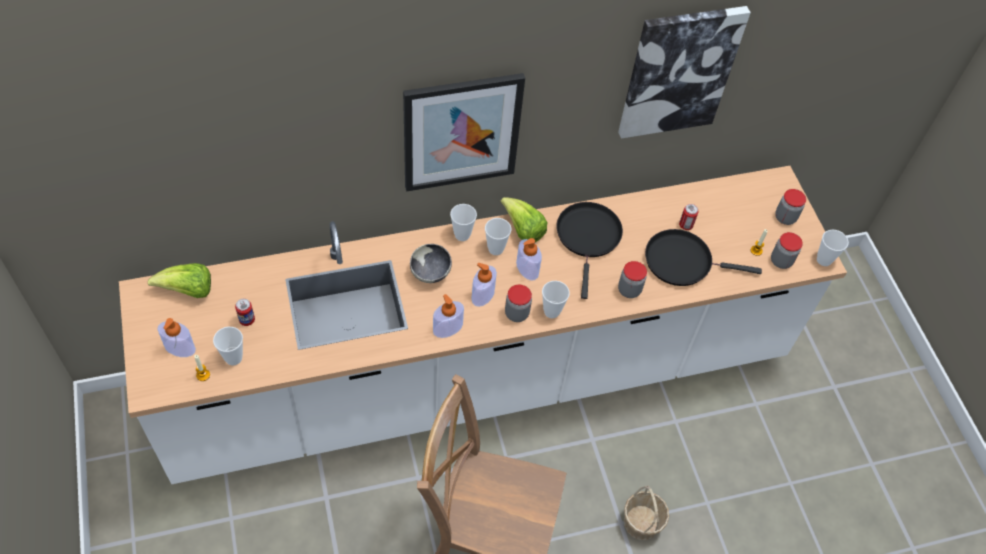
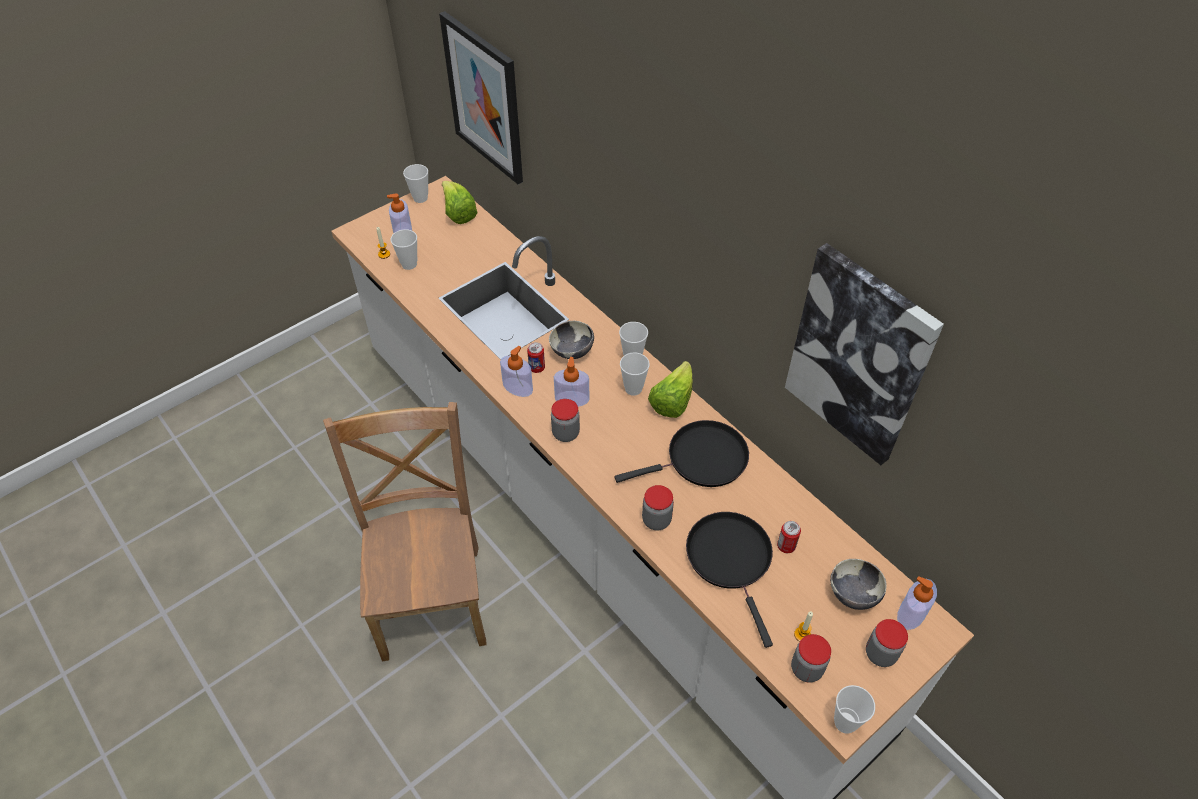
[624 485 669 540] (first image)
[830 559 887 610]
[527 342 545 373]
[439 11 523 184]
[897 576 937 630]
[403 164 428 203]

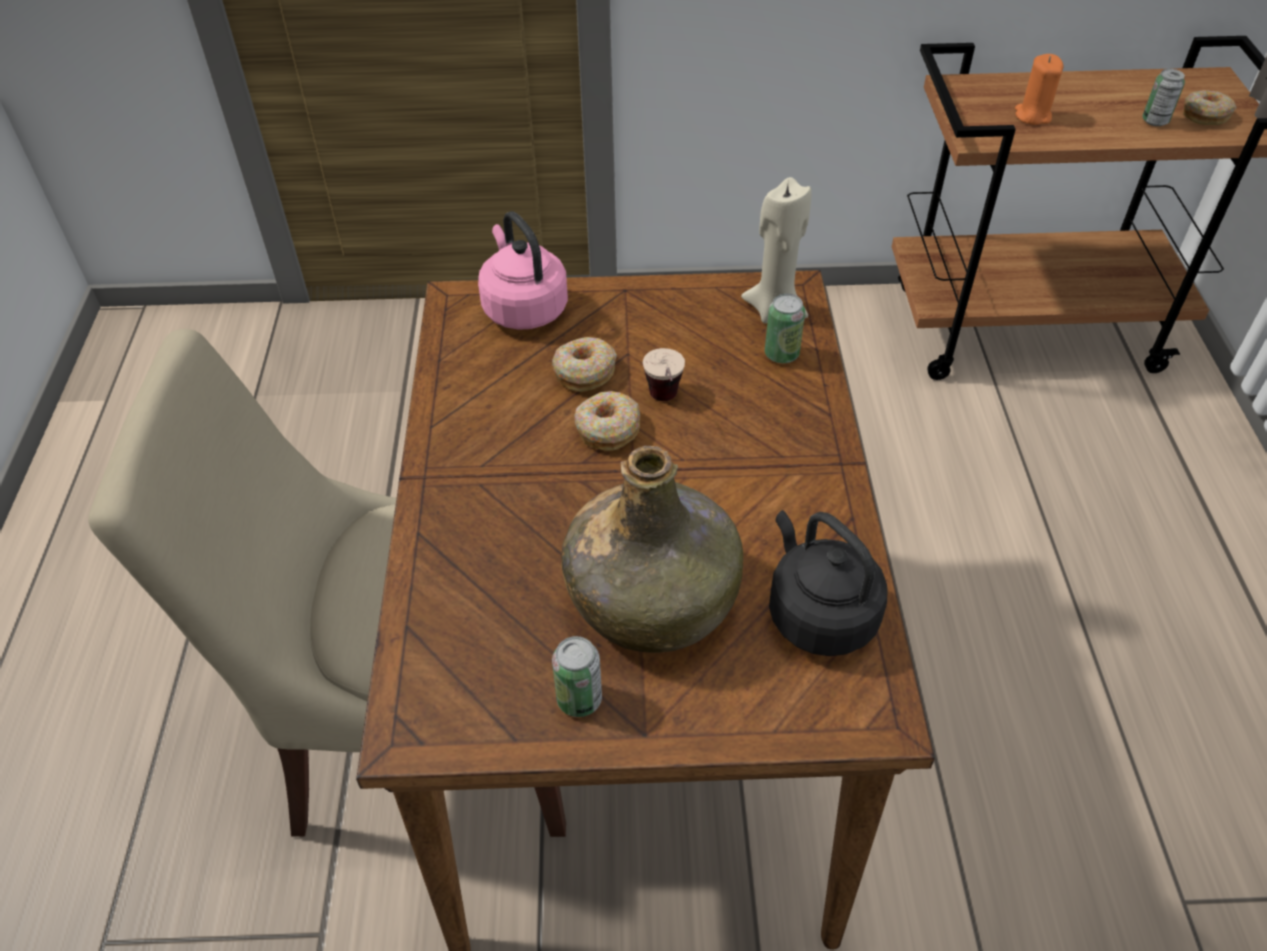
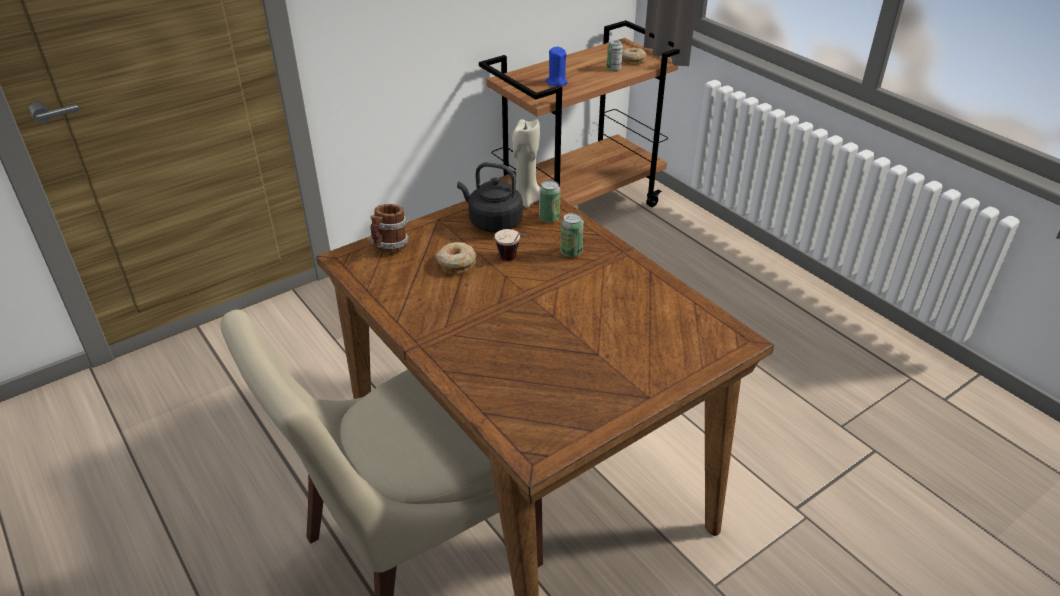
[561 446 743 653] (first image)
[575 391 640 451] (first image)
[560 213 584 257]
[457 162 523 233]
[370 204 409 252]
[545 47 568 86]

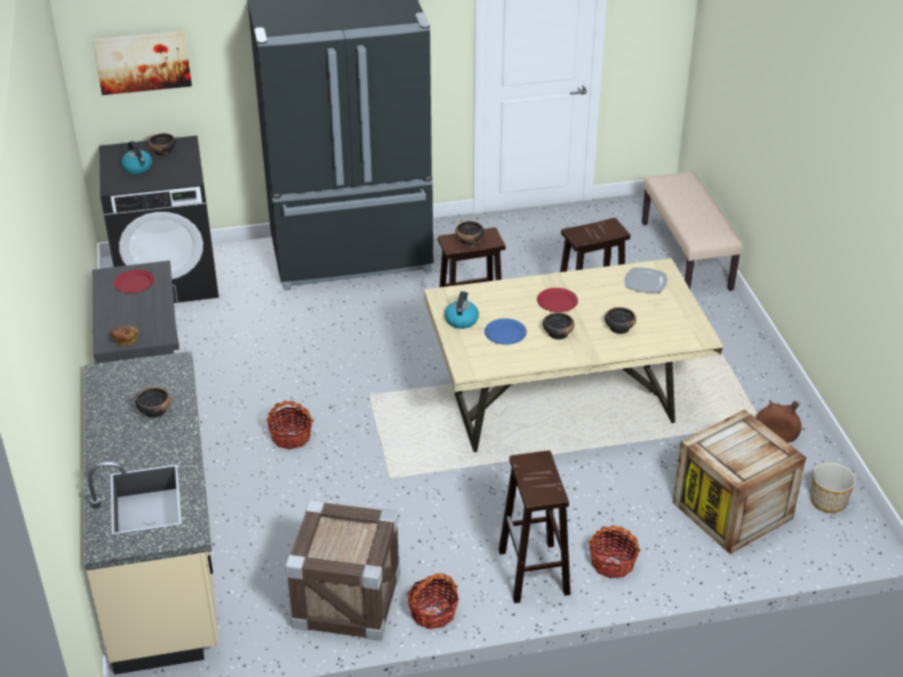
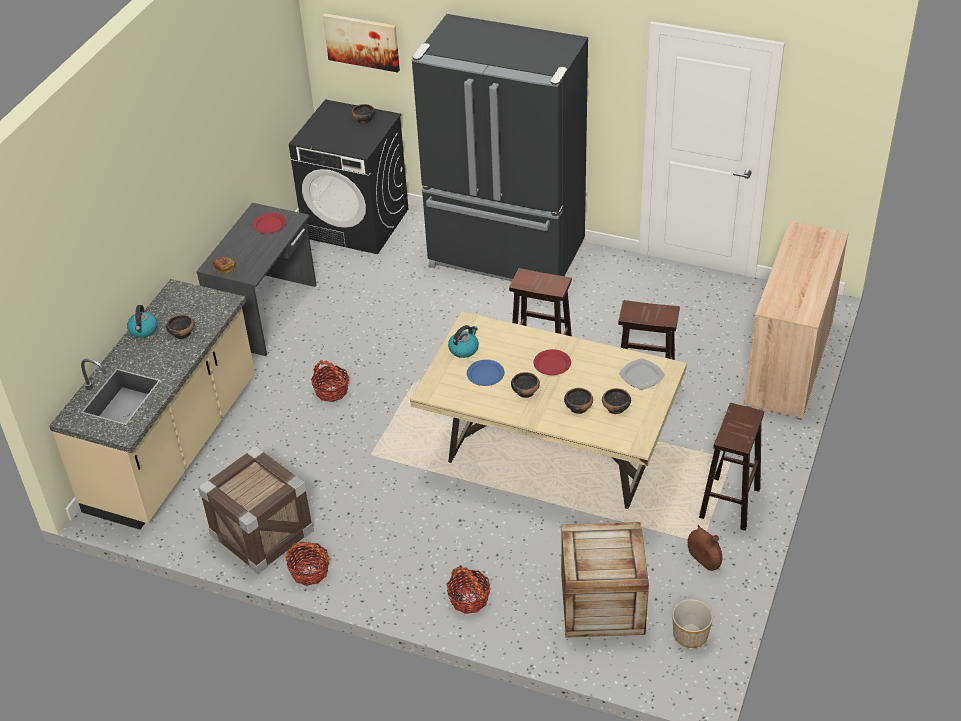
[127 305 158 338]
[602 388 631 414]
[699 403 764 531]
[744 221 849 420]

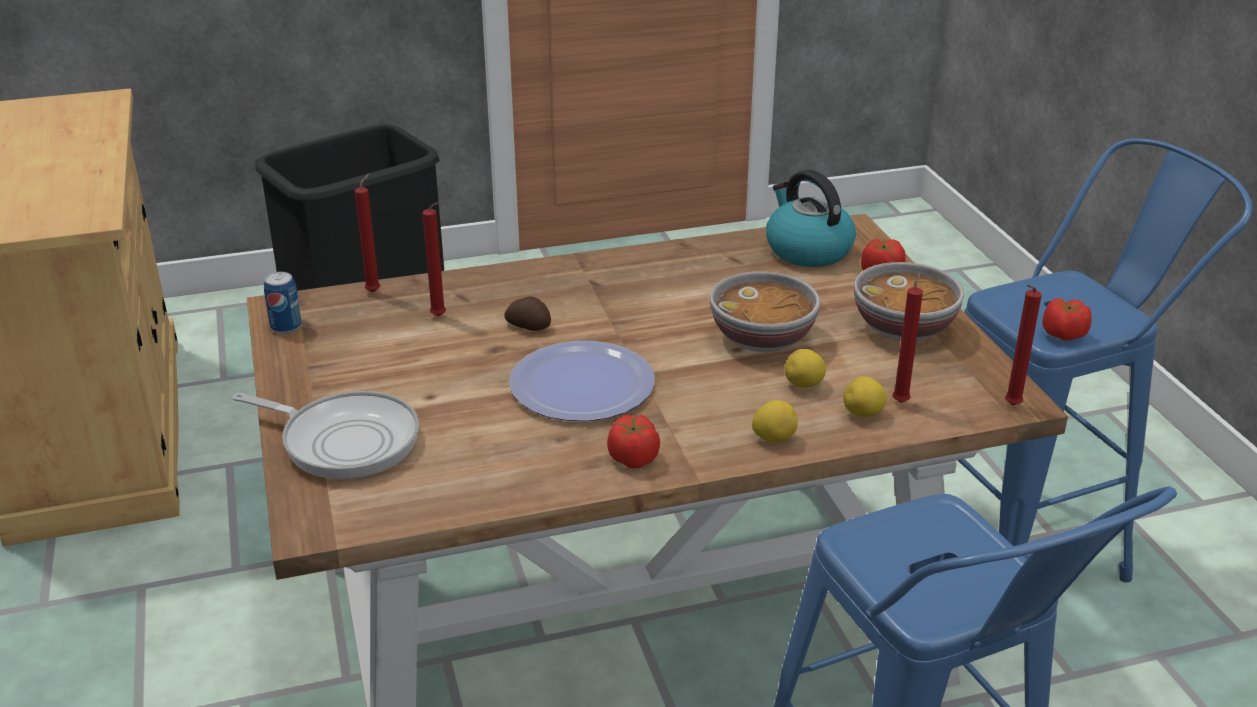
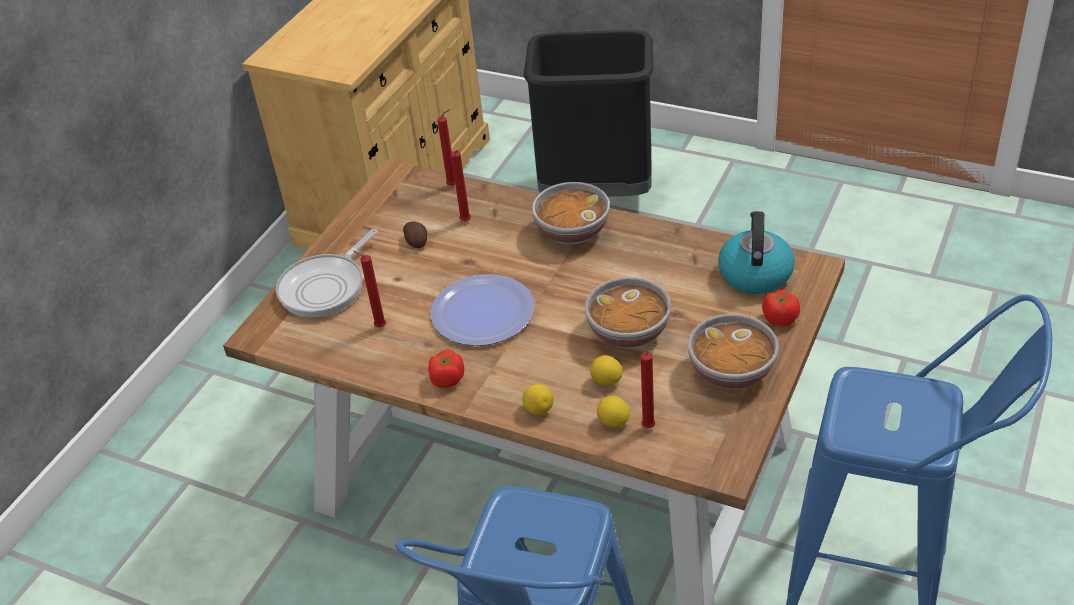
[264 272 302 334] (first image)
[1042 298 1092 341] (first image)
[532 182 610 244]
[403 221 427 248]
[353 251 386 327]
[276 229 378 317]

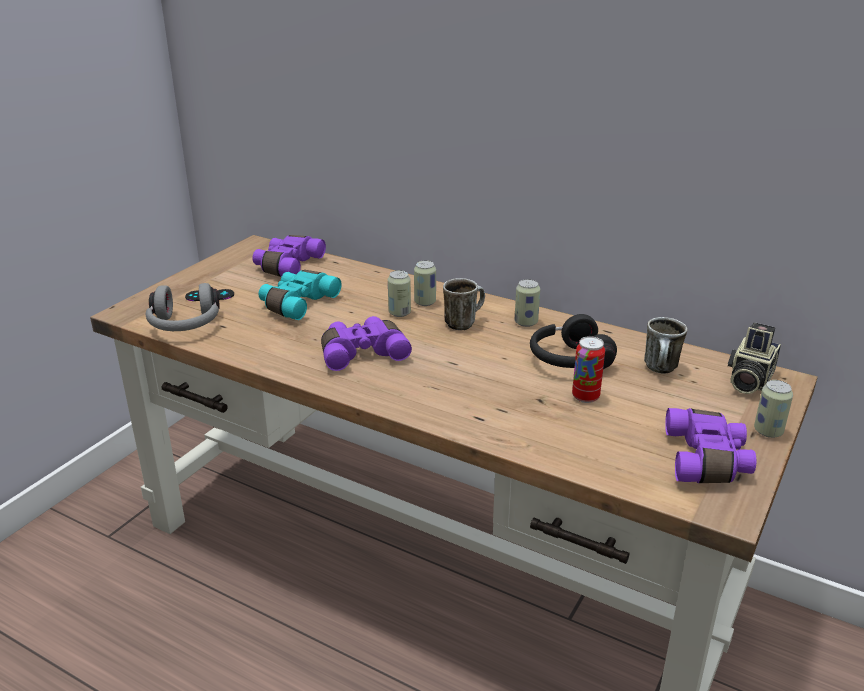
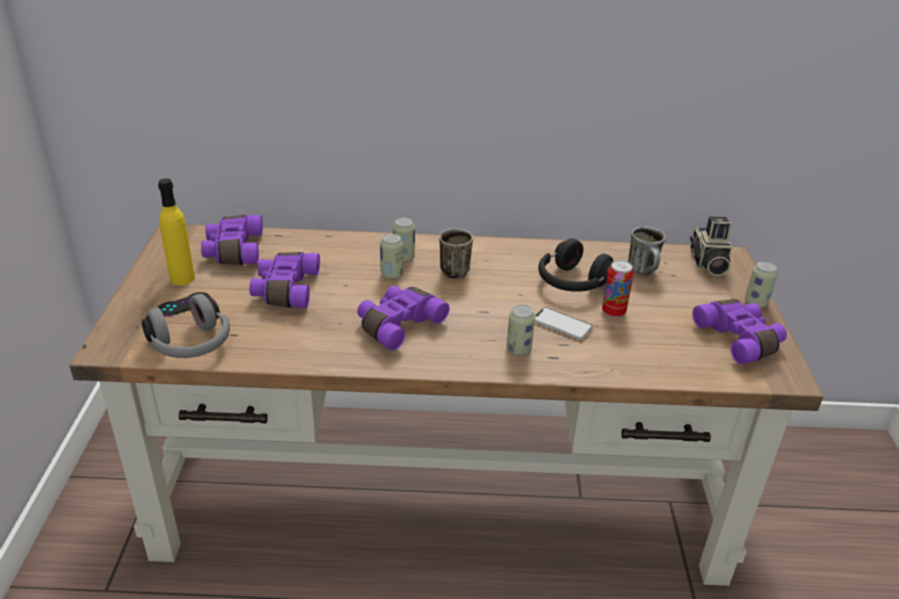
[158 178 195 285]
[535 307 593 340]
[506 305 535 355]
[249 252 320 308]

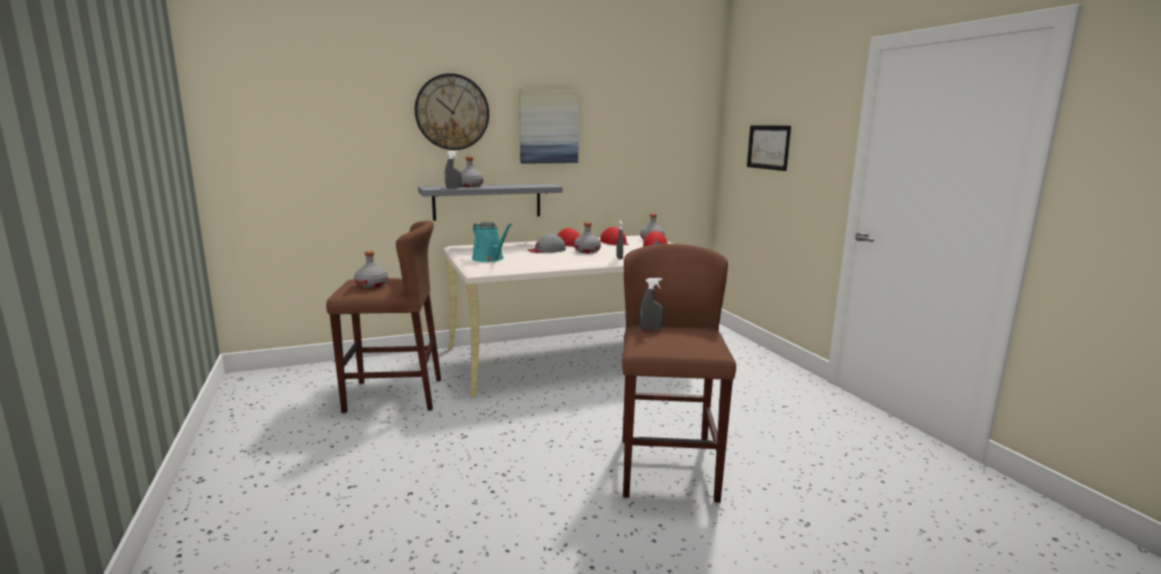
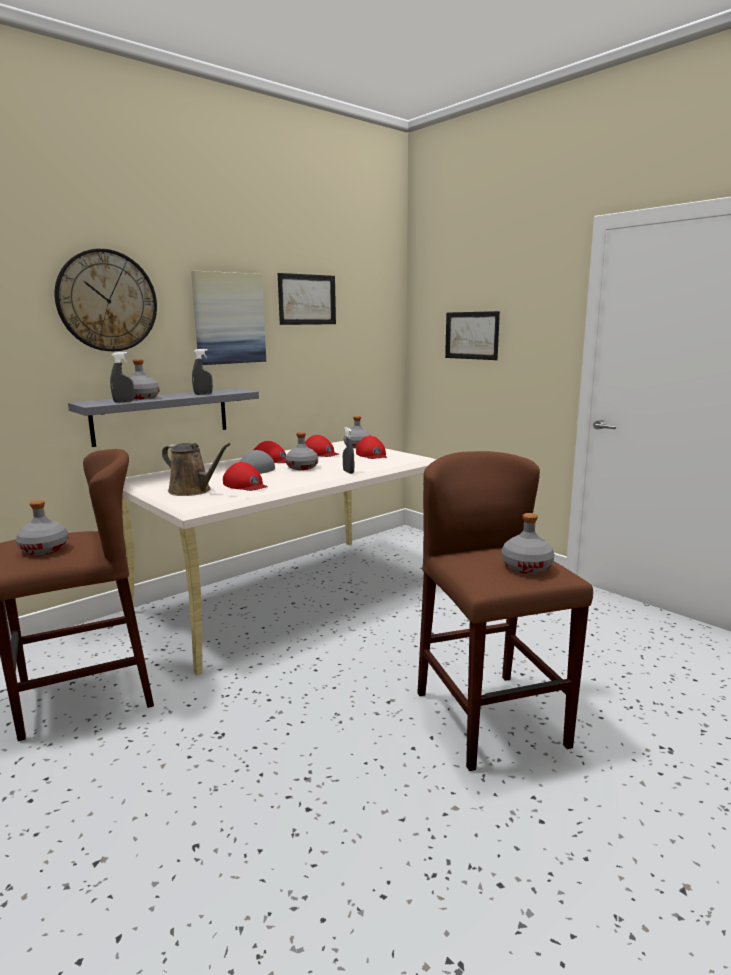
[223 462 268 491]
[278 273 336 325]
[501 513 555 574]
[192 349 213 395]
[162 443 231 496]

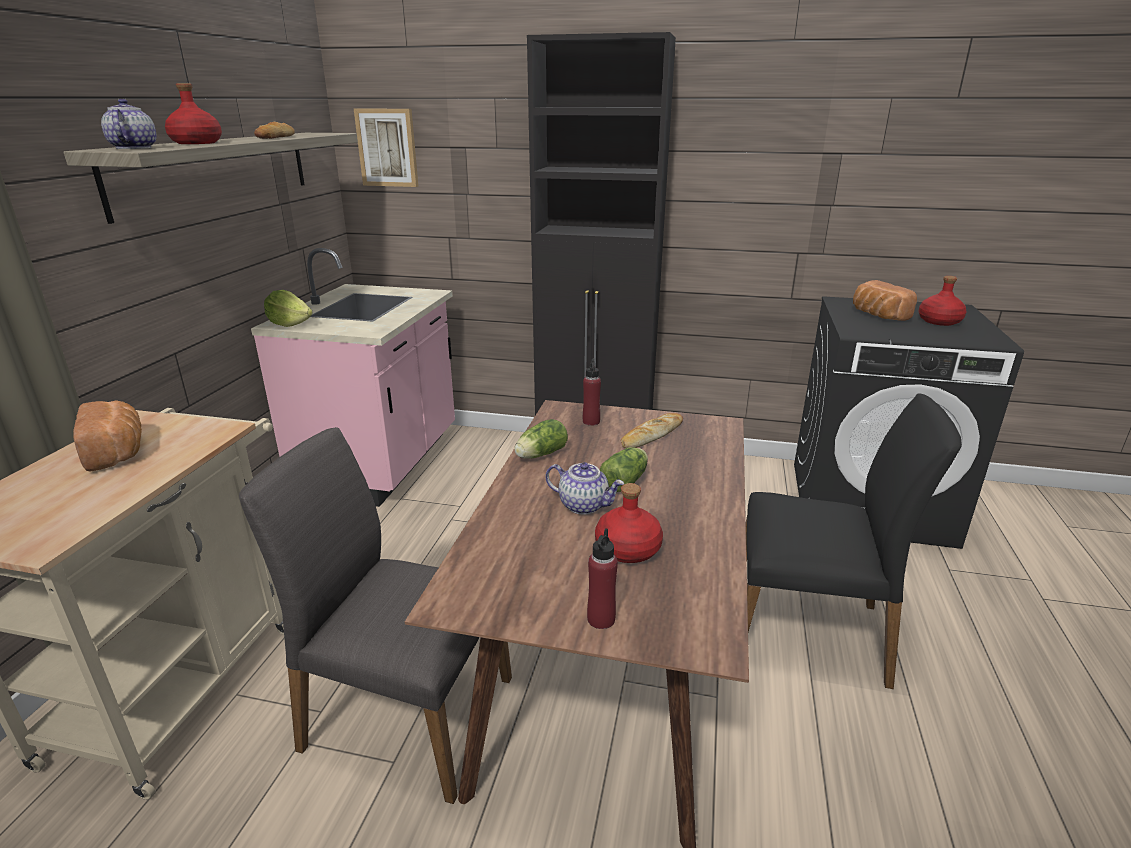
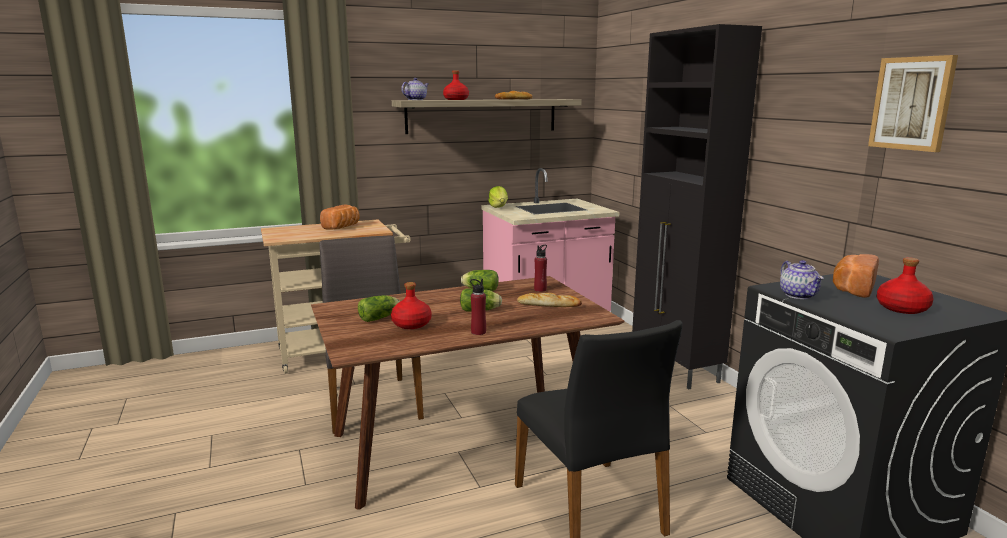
[358 295 400 322]
[868 55 958 152]
[780 260 823 299]
[470 279 486 335]

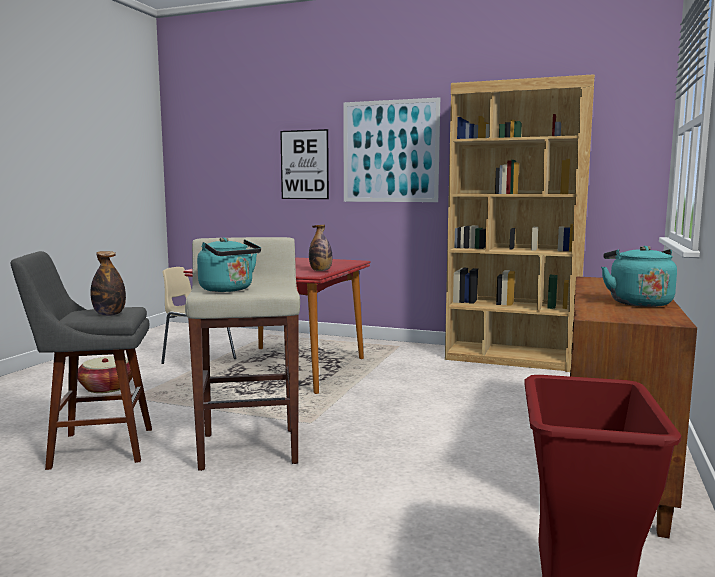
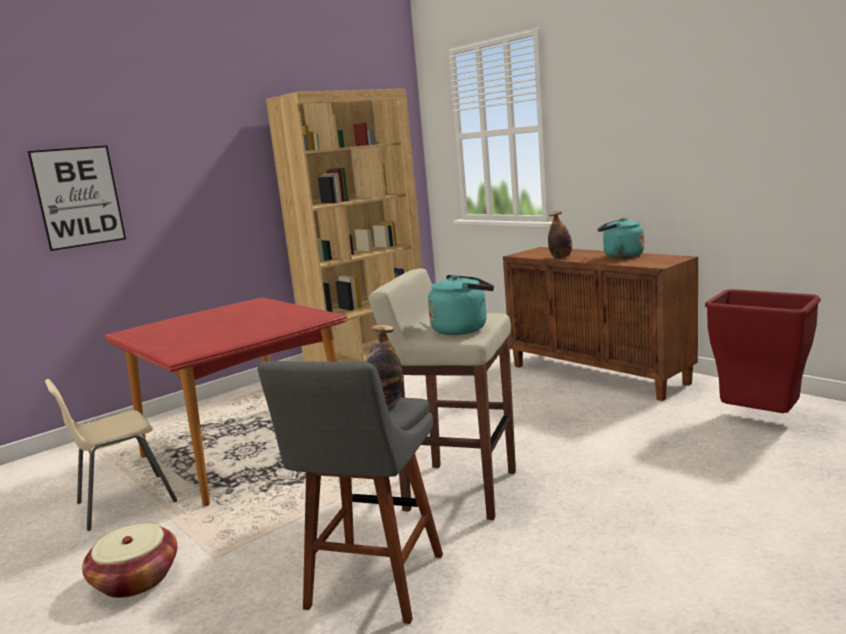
[343 97 440 202] (first image)
[548 211 572 258]

